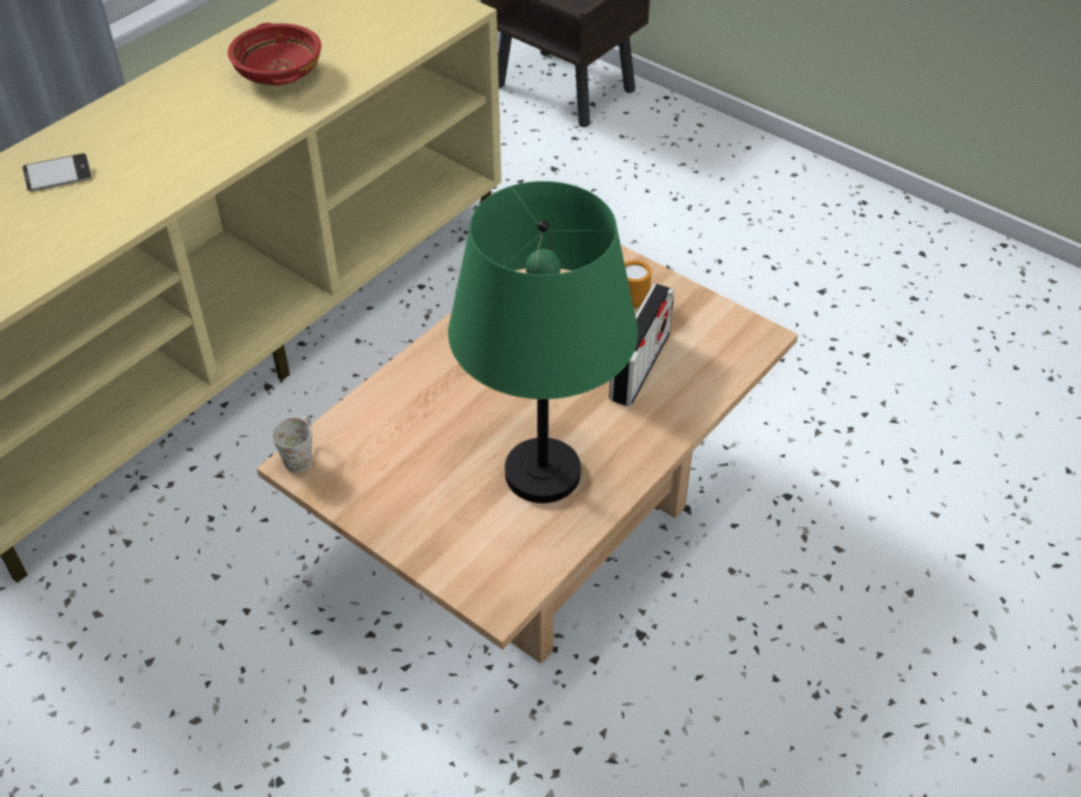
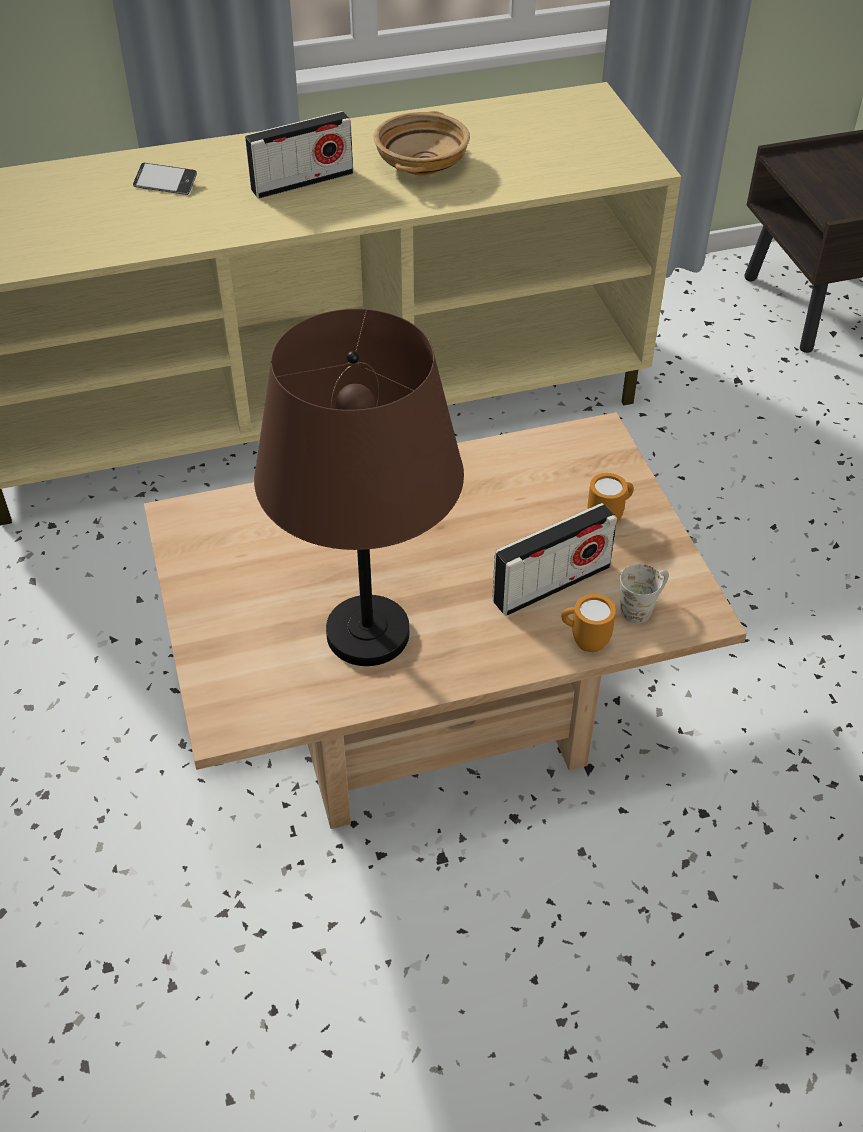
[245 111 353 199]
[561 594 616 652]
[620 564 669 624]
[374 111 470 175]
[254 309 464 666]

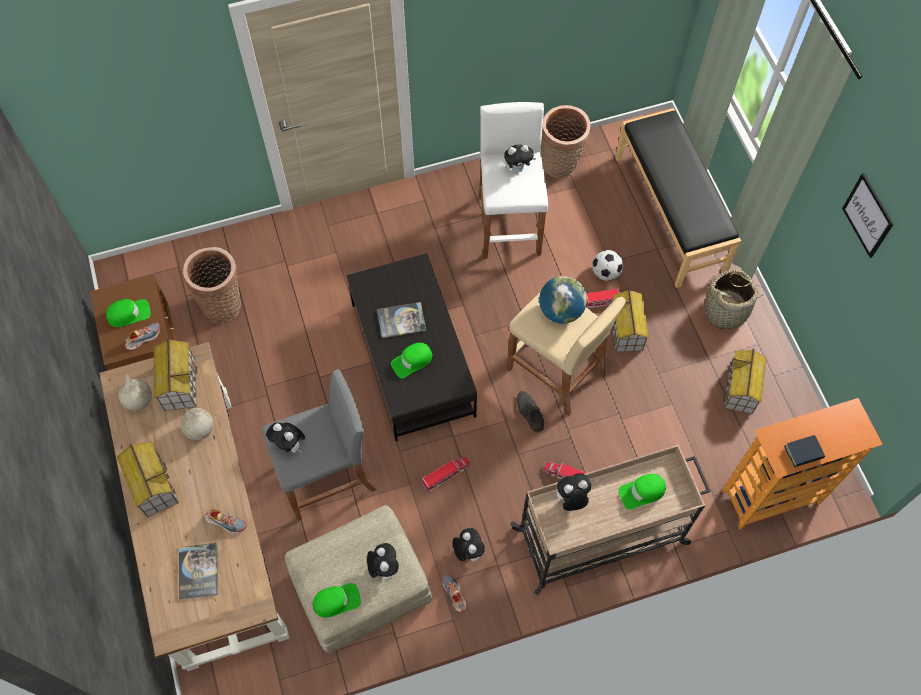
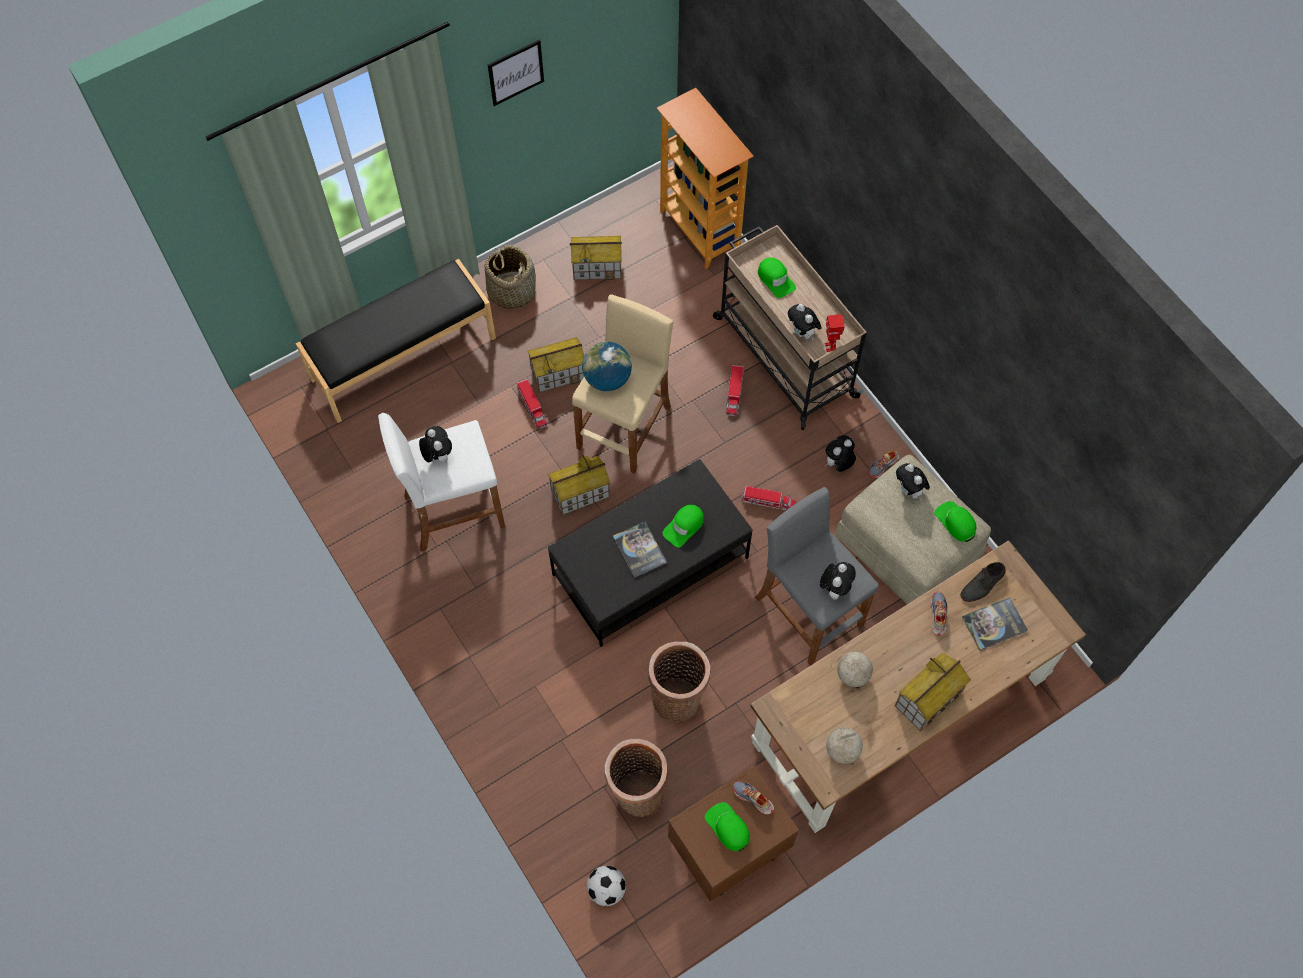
[784 435 825 467] (first image)
[825 314 845 352]
[548 454 610 515]
[960 562 1006 602]
[648 642 710 722]
[587 866 626 906]
[896 463 930 501]
[662 505 704 547]
[741 486 796 510]

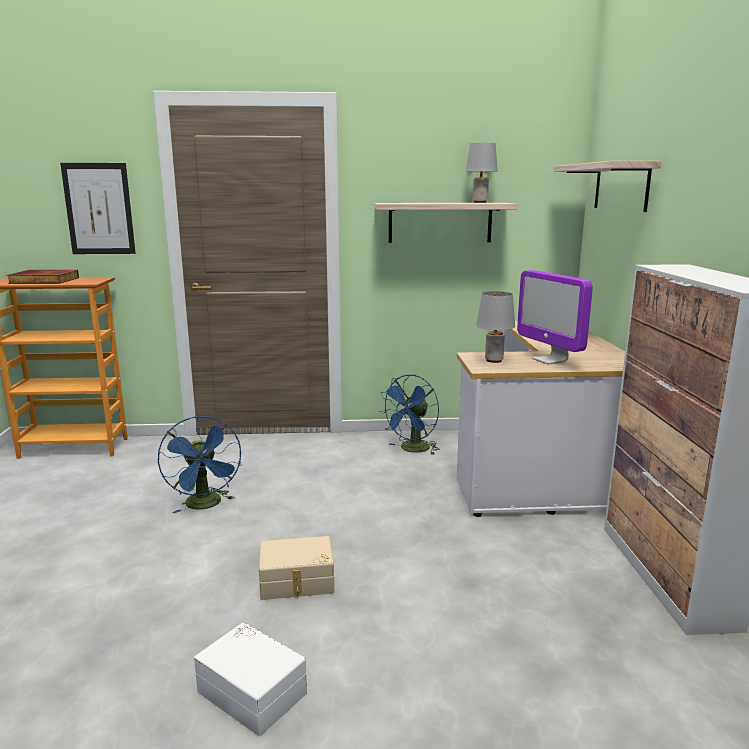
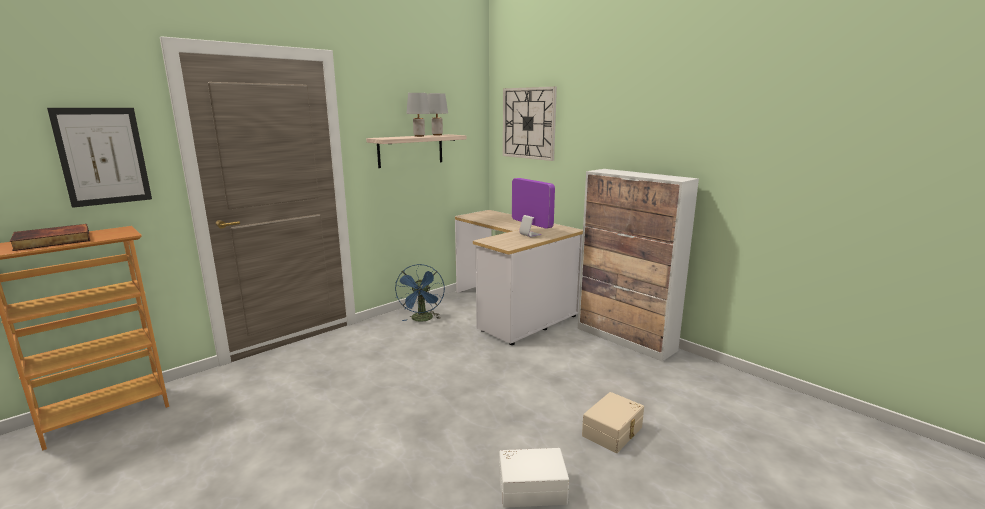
[158 416 242 513] (first image)
[582 392 644 453]
[406 93 430 137]
[503 87 557 161]
[512 178 555 237]

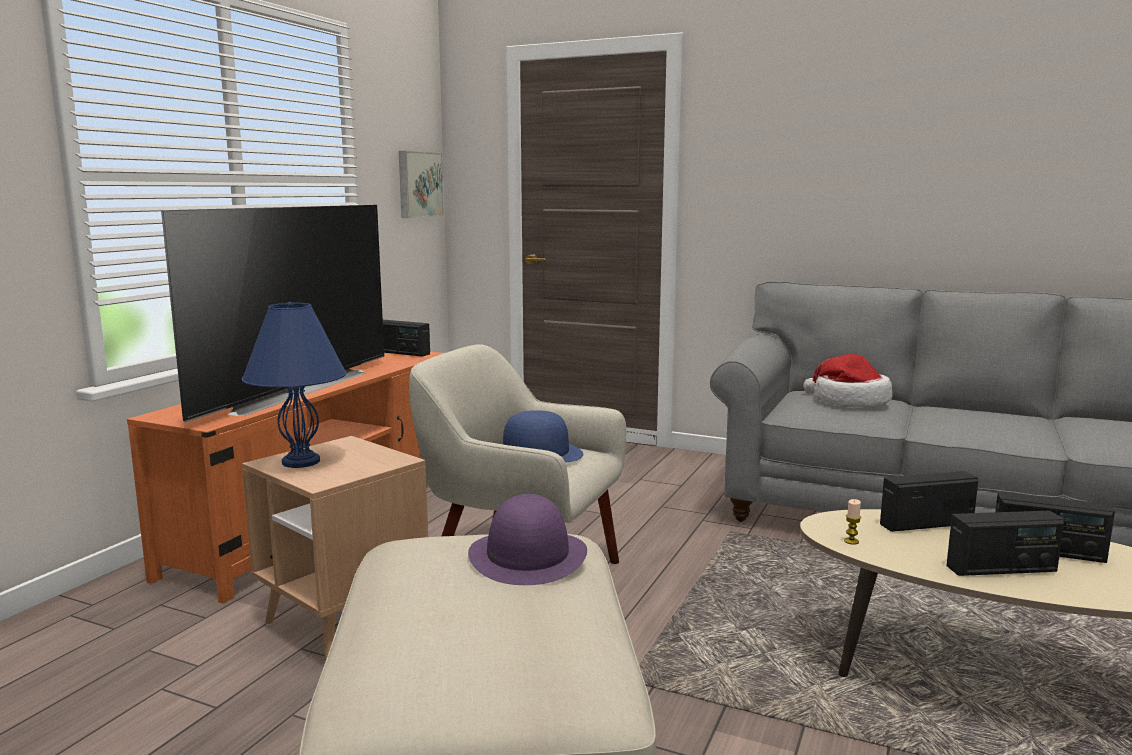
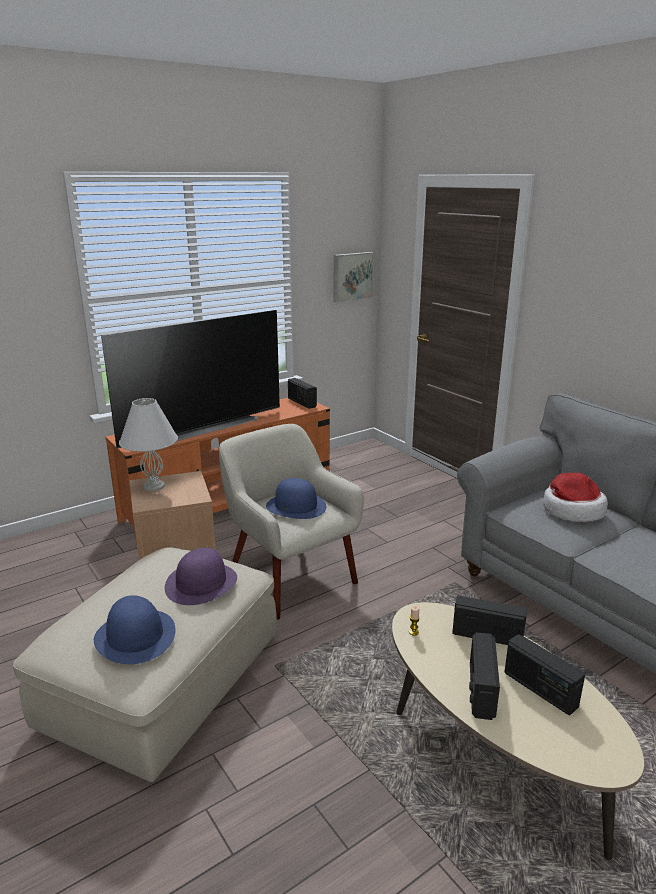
[94 595 176 664]
[119 398 178 491]
[469 632 500 720]

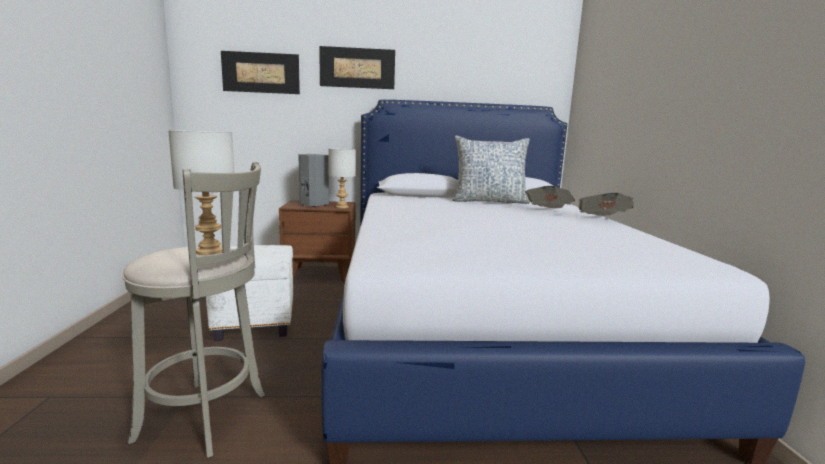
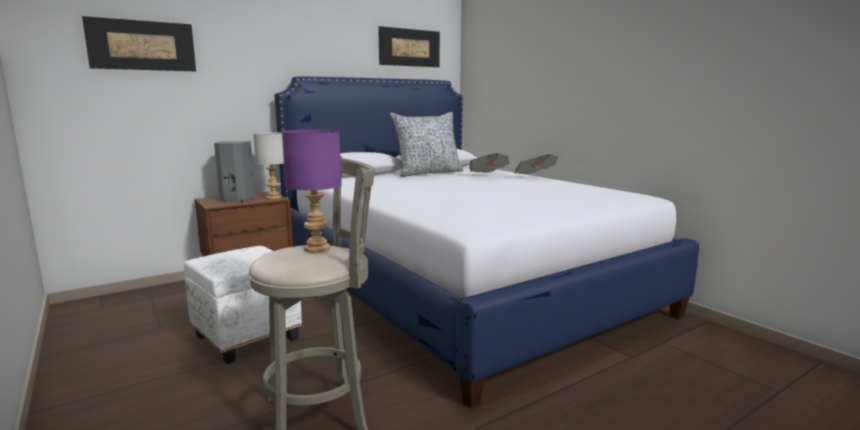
[378 26 440 67]
[282 130 342 253]

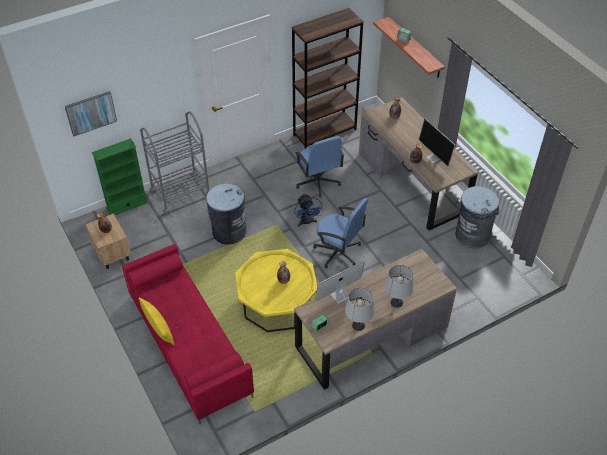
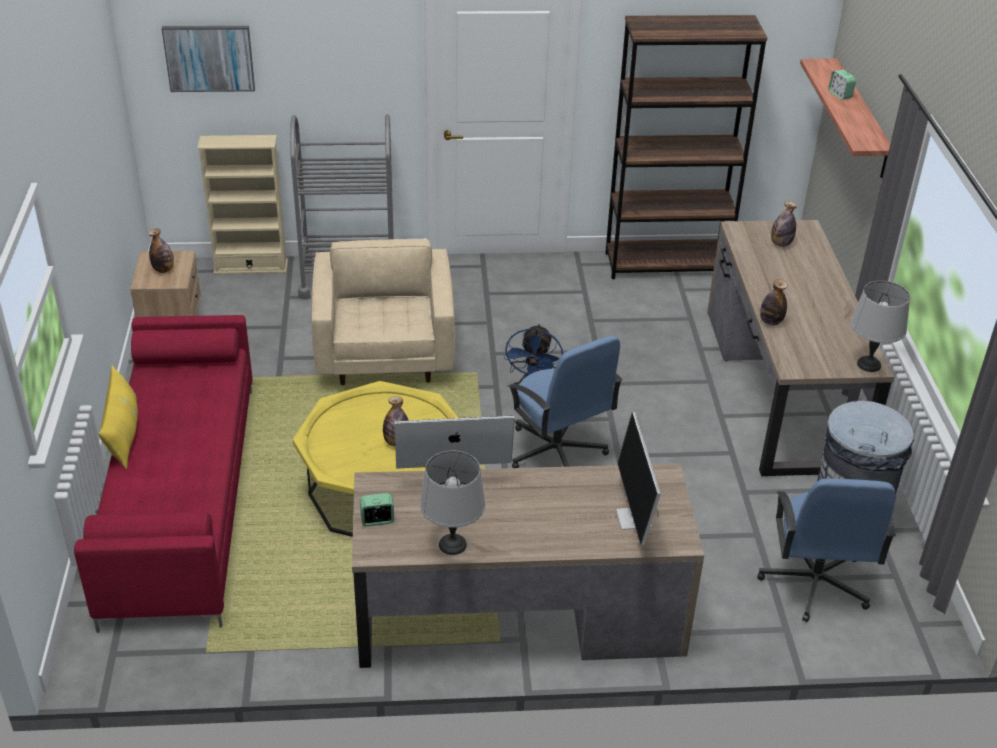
[757 478 896 622]
[851 281 910 372]
[616 412 661 545]
[311 239 455 385]
[197 135 288 274]

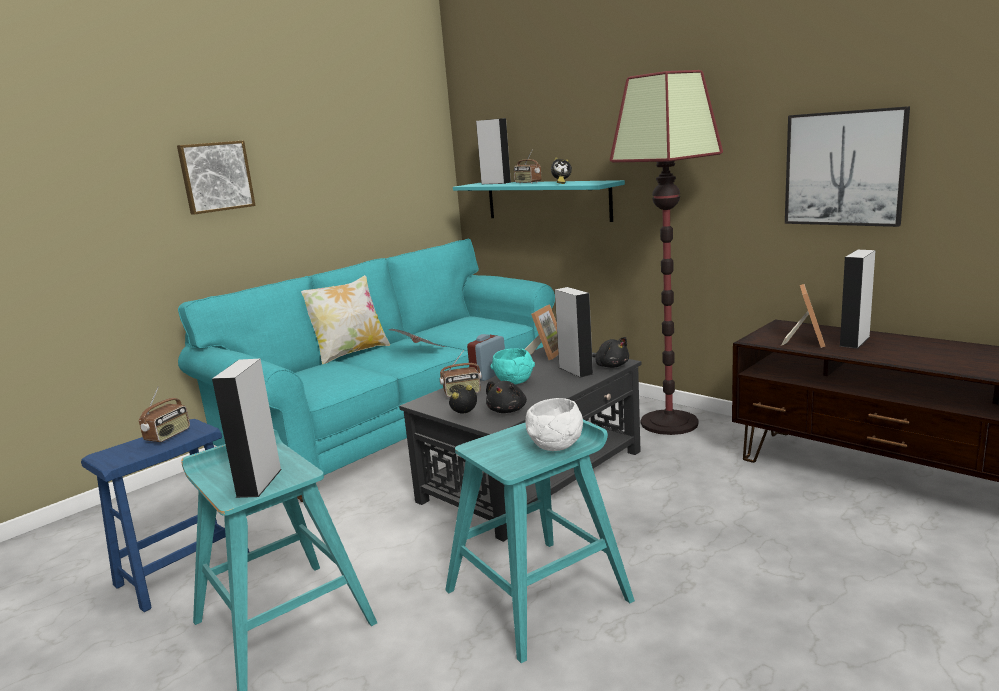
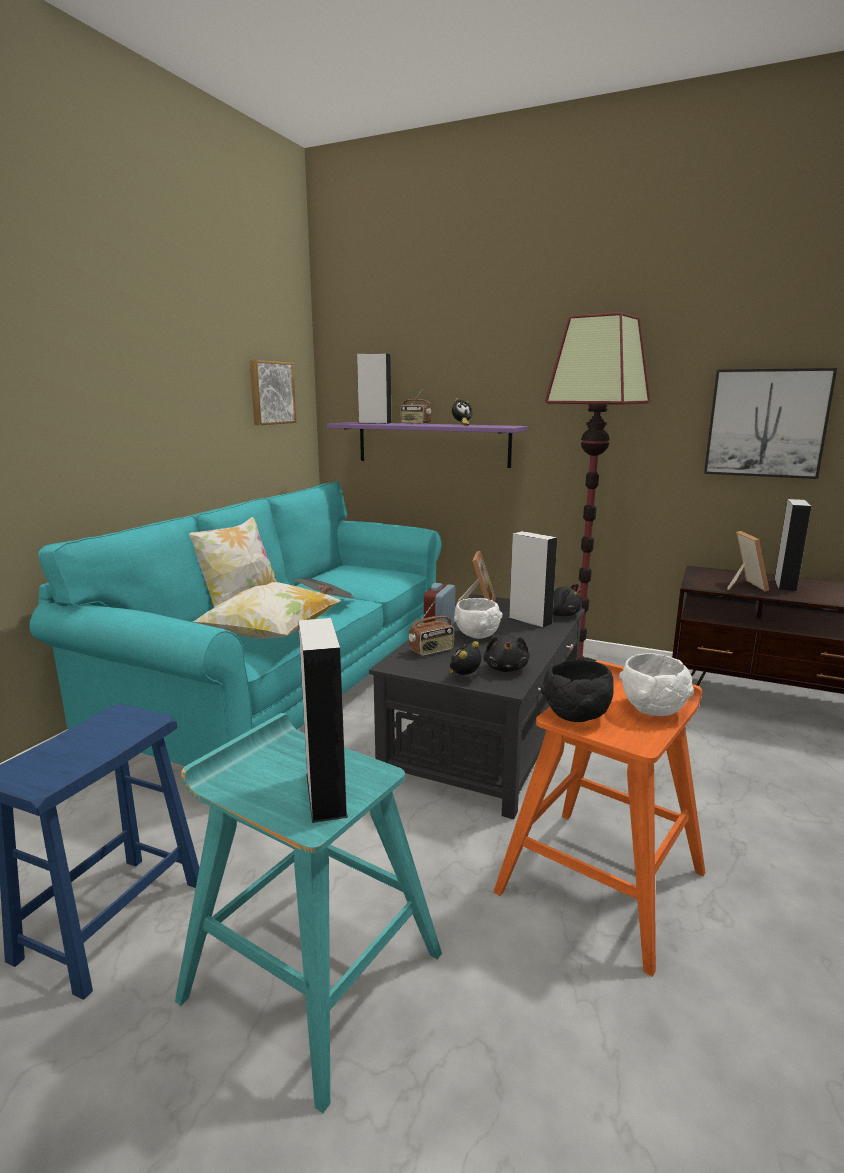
[139 386 190 442] (first image)
[193 582 342 639]
[541 660 614 722]
[250 360 297 425]
[493 661 705 977]
[327 422 528 468]
[454 598 503 639]

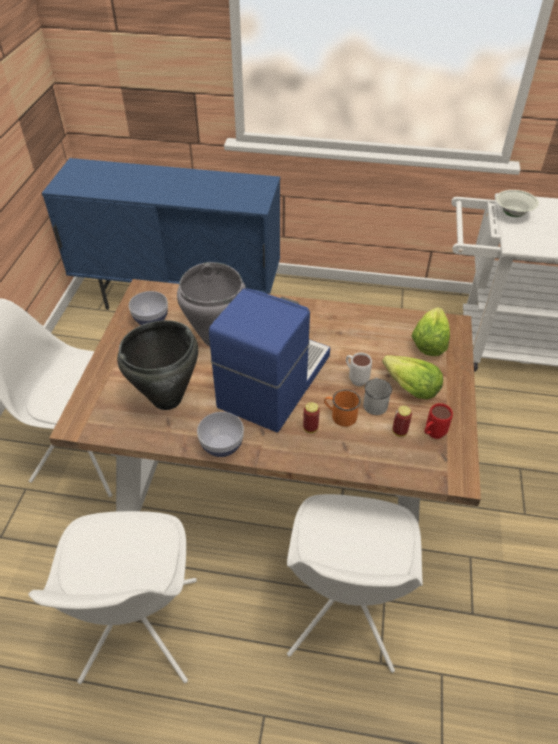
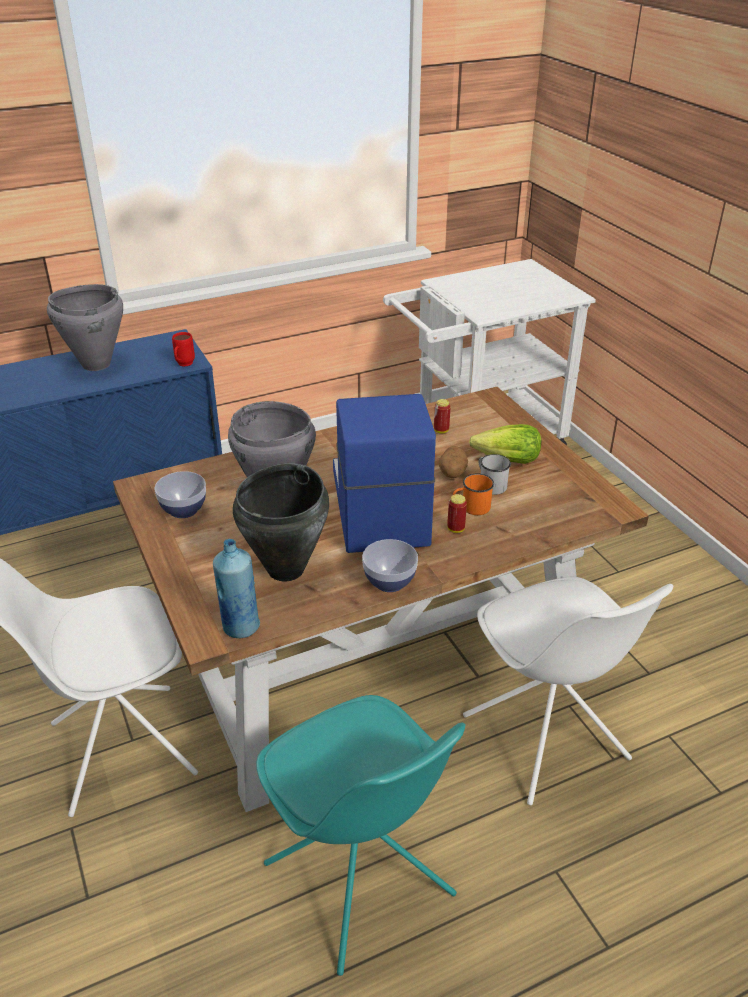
[411 307 450 356] (first image)
[496 190 539 217] (first image)
[47 284 123 371]
[213 539 260 638]
[434 399 451 433]
[172 332 195 367]
[438 446 468 478]
[256 695 465 976]

